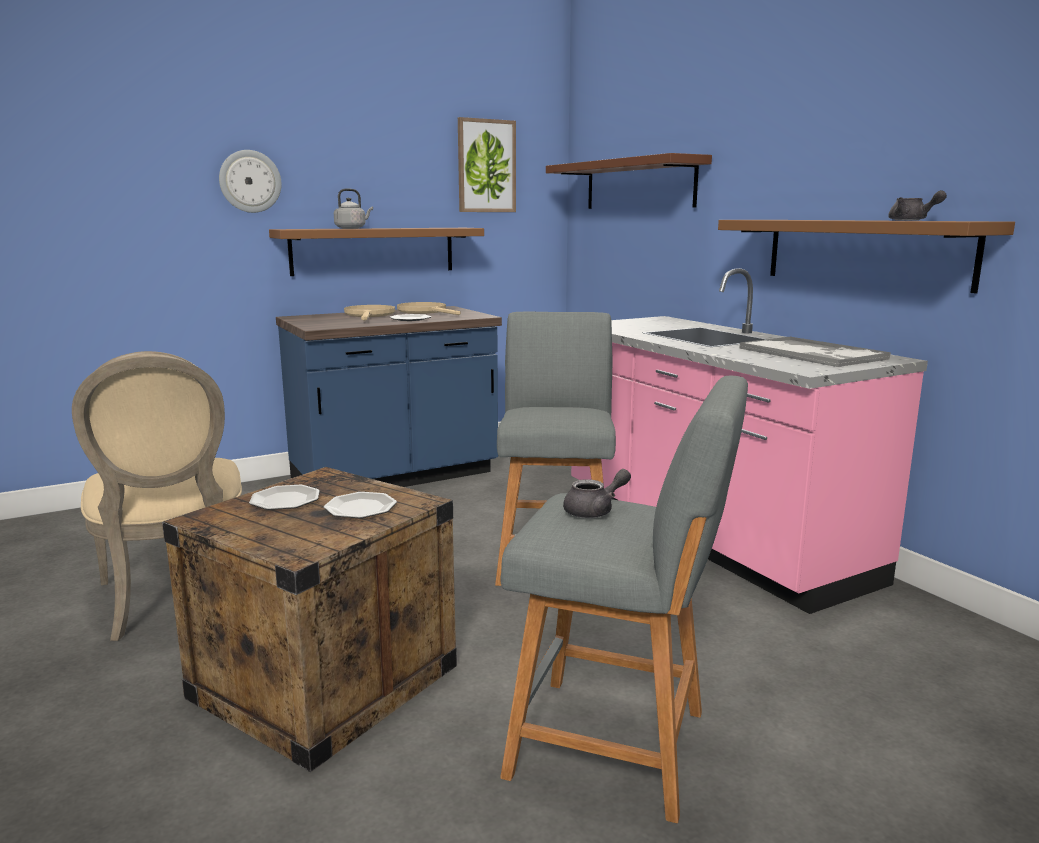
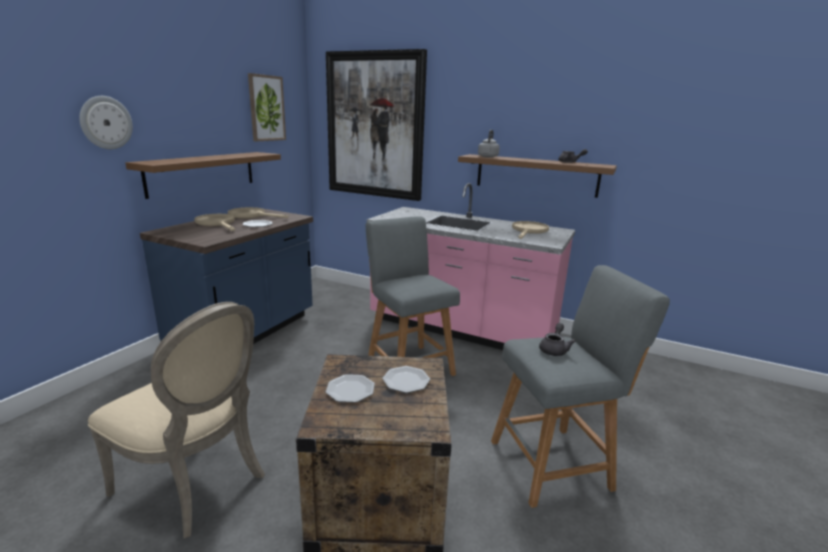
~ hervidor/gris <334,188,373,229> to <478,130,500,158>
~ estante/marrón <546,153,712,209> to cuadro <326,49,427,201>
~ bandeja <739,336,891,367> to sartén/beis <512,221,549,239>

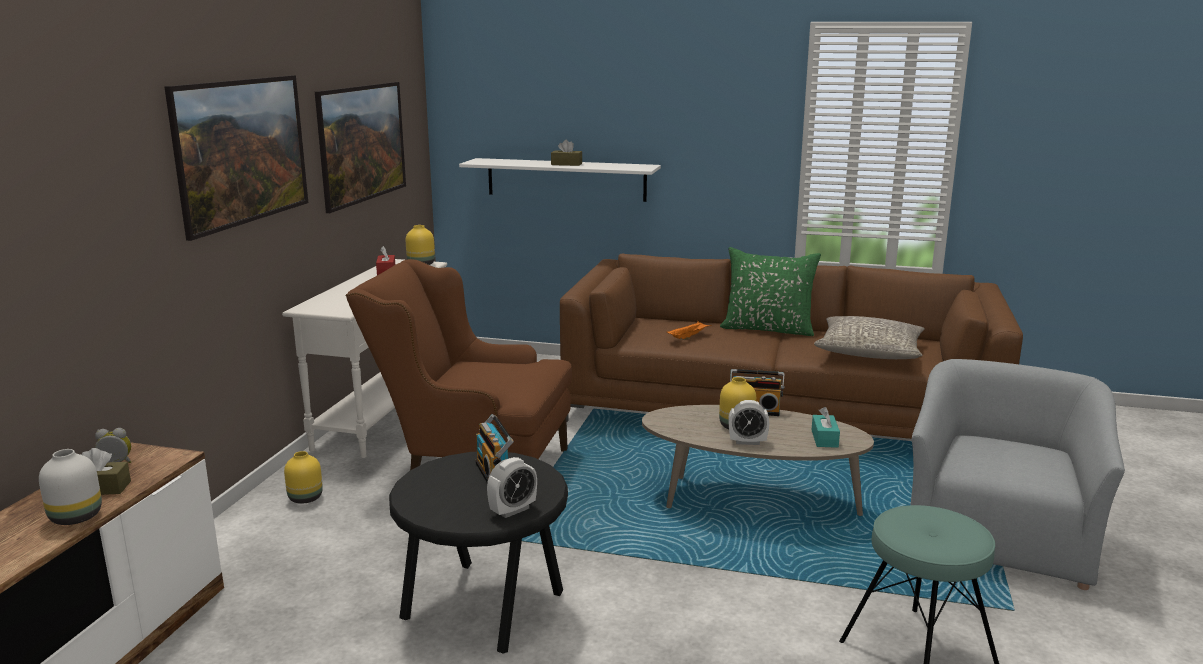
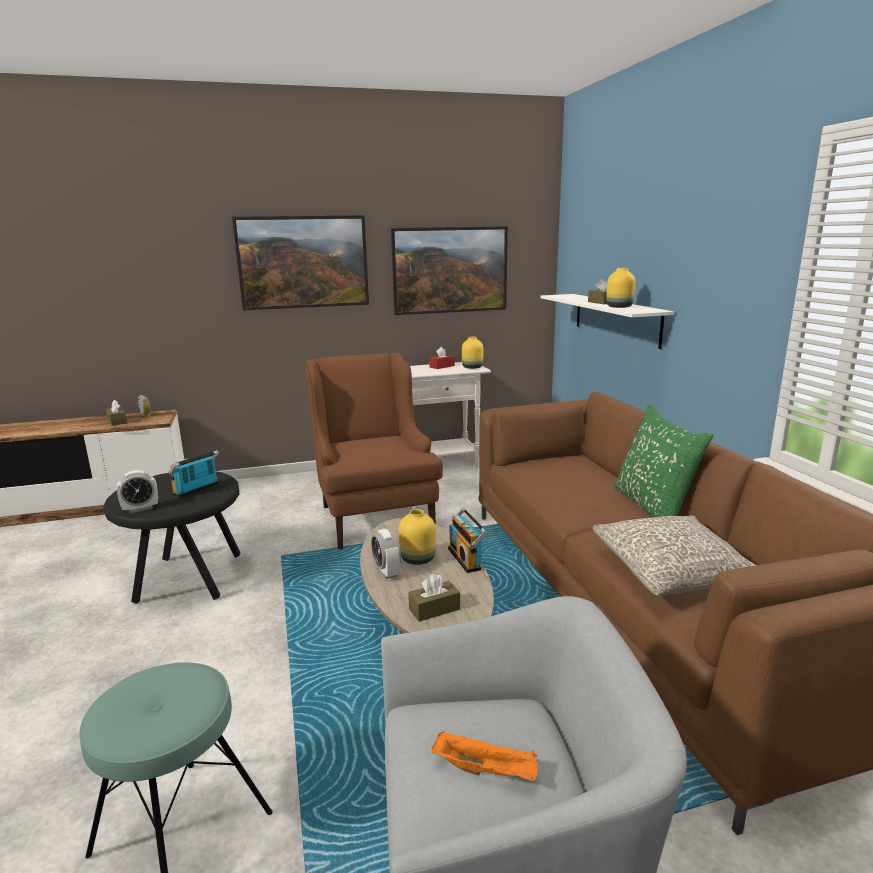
- florero/blanco <39,449,102,525>
~ florero/amarillo <284,451,323,504> to <606,268,635,308>
~ bandeja/naranja <667,321,711,340> to <431,731,538,782>
~ caja de pañuelos/turquesa <812,407,840,448> to caja de pañuelos/marrón <408,573,460,622>
~ despertador <487,457,537,518> = <117,470,158,513> 45 degrees counterclockwise

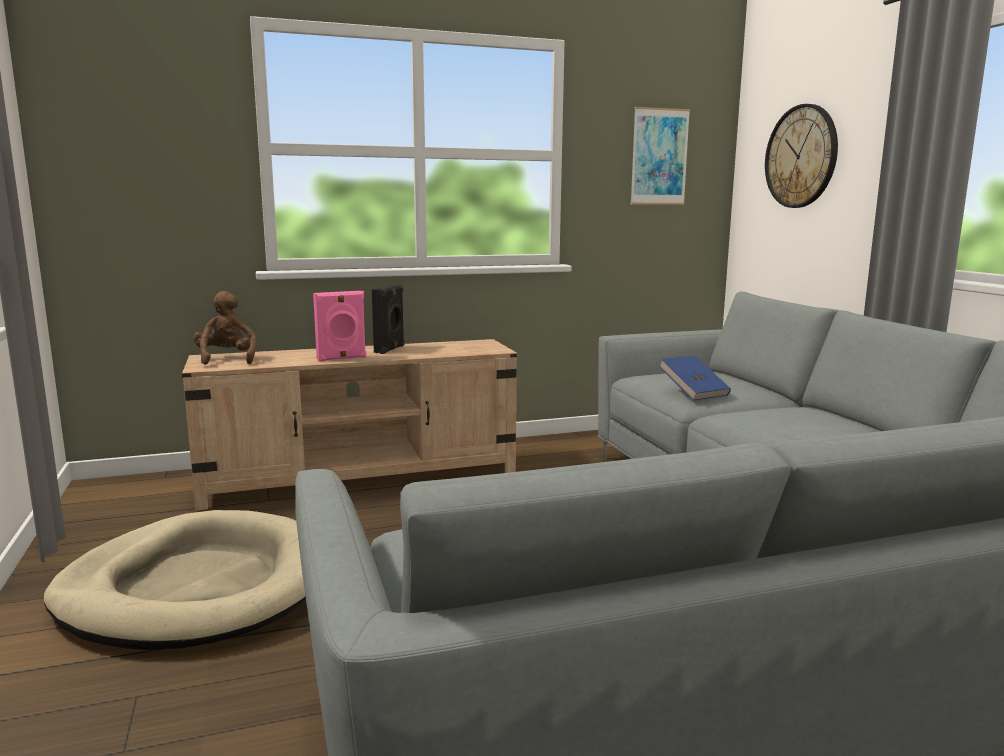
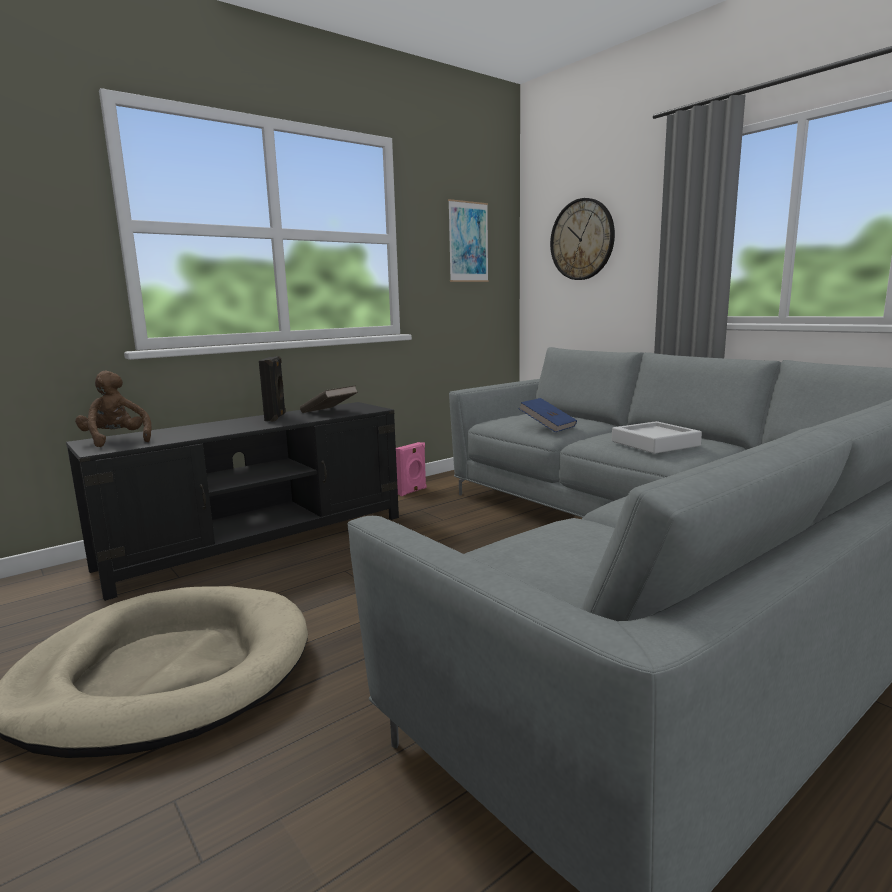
+ libro/marrón <300,385,358,413>
+ bandeja/gris <612,421,702,454>
~ altavoz/rosa <313,291,366,362> to <396,442,426,496>
~ mueble de televisión/beis <182,339,517,510> to mueble de televisión/negro <66,402,399,601>

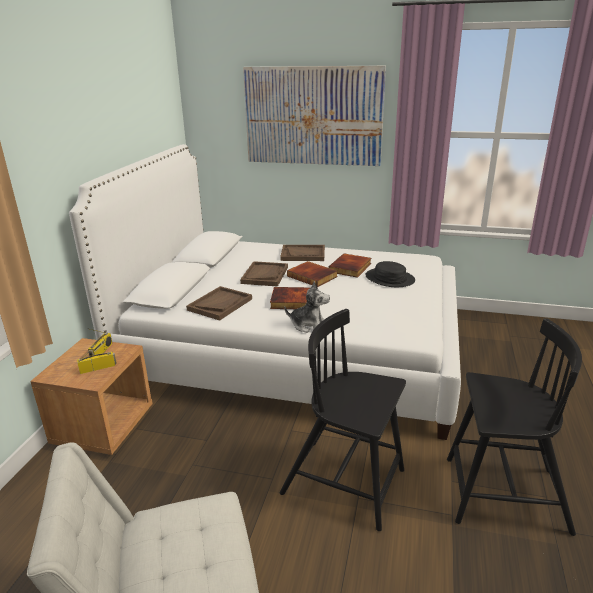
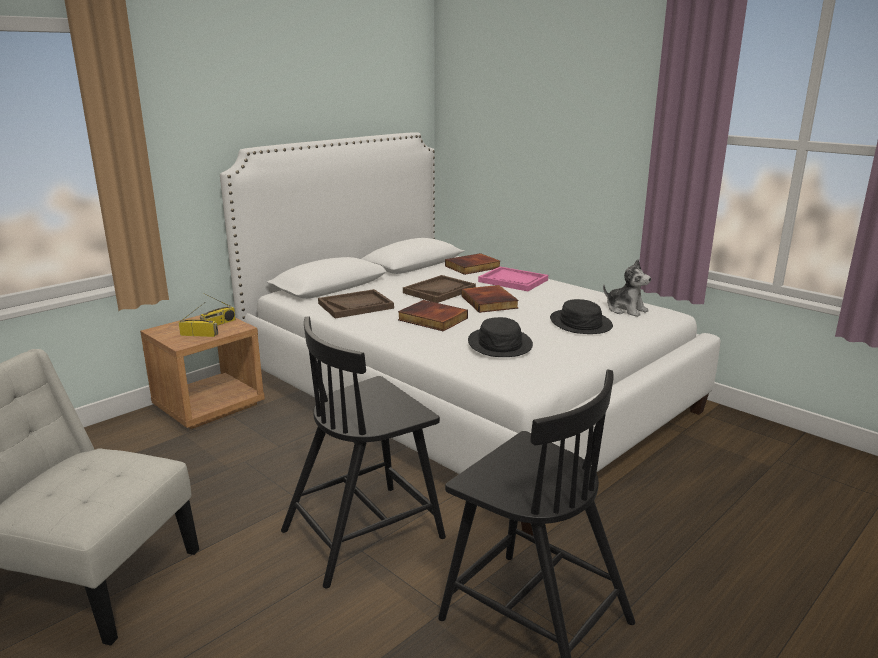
- cuadro <243,66,386,166>
+ sombrero/negro <468,317,533,357>
~ peluche <284,281,330,333> to <603,259,651,317>
~ libro <329,253,371,278> to <445,253,500,275>
~ bandeja/marrón <280,245,325,261> to bandeja/rosa <478,267,548,291>
~ silla/negro <280,309,406,531> = <281,316,446,589> 90 degrees counterclockwise

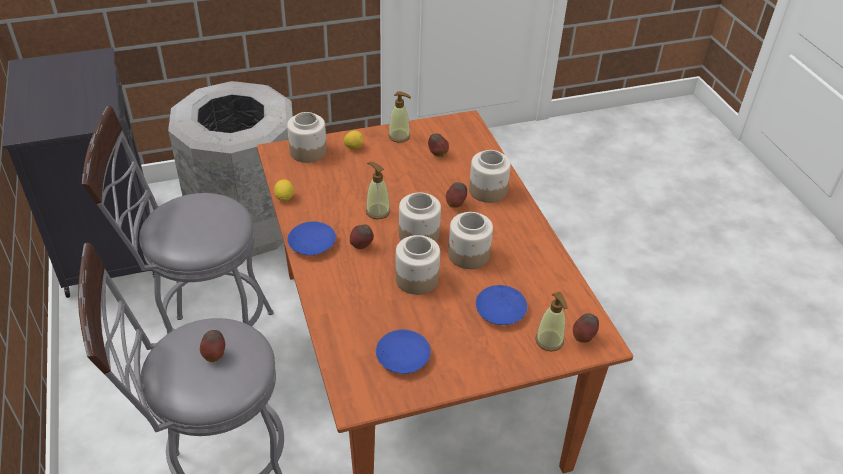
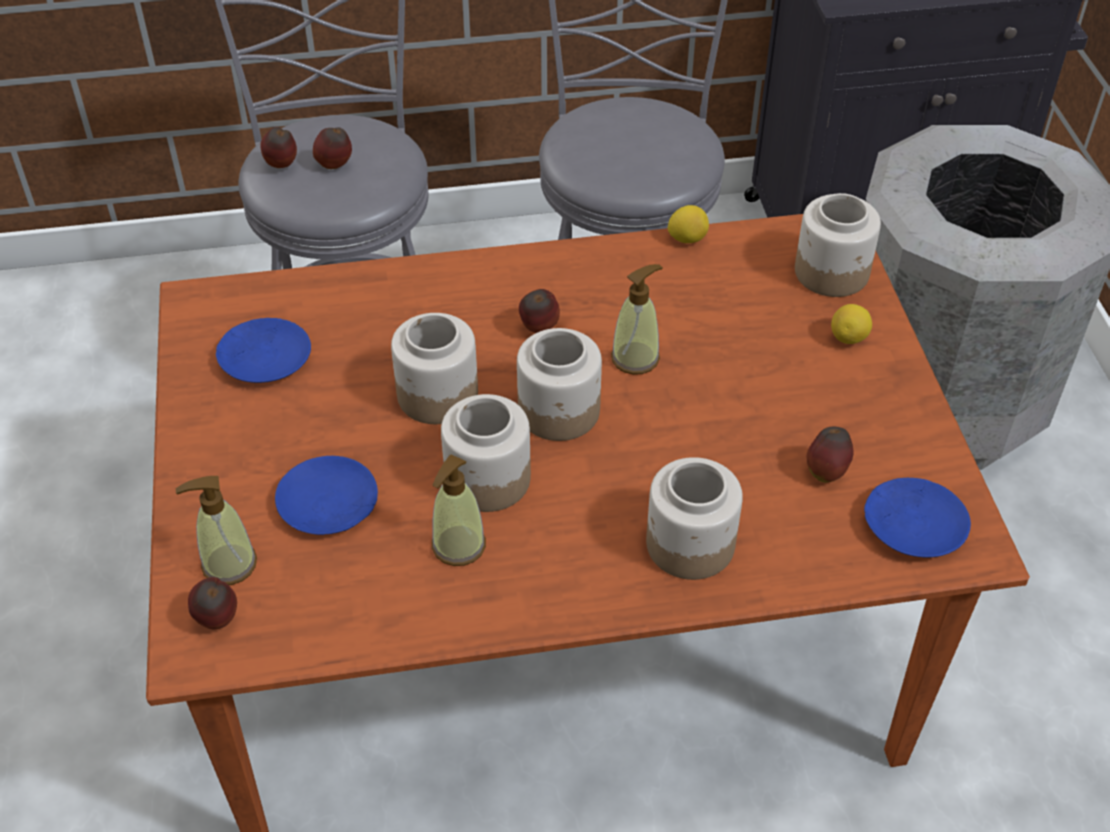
~ plato/azul <288,221,336,255> to <864,478,971,557>
~ dispensador de jabón <388,91,411,143> to <432,454,486,566>
~ manzana <446,182,467,208> to <260,127,297,168>

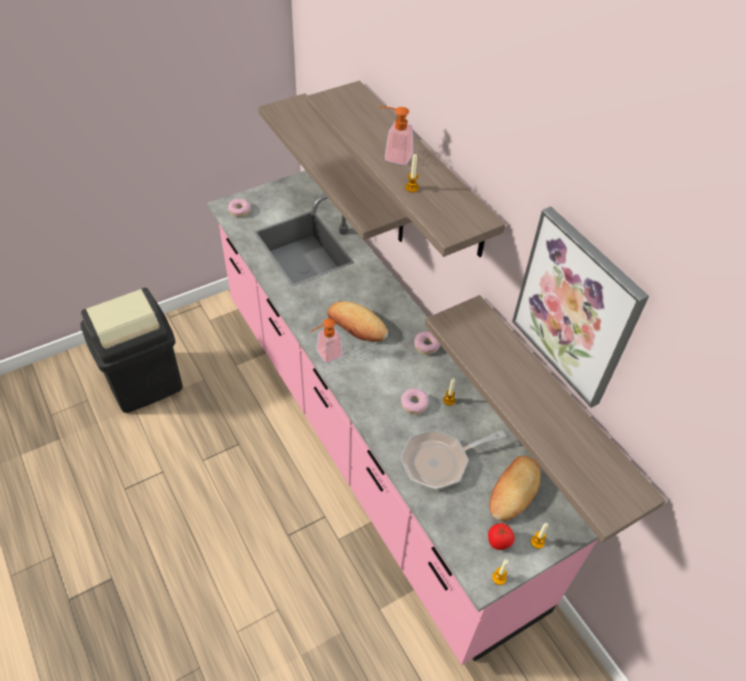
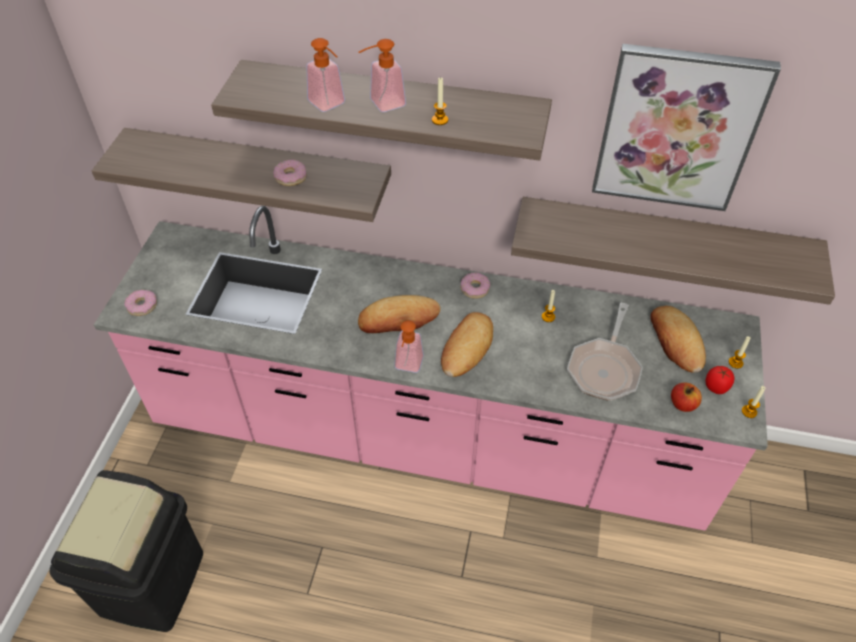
+ dispensador de jabón <306,38,345,112>
+ pan <441,312,493,377>
+ manzana <671,382,702,412>
~ rosquilla <401,388,429,414> to <274,159,307,186>

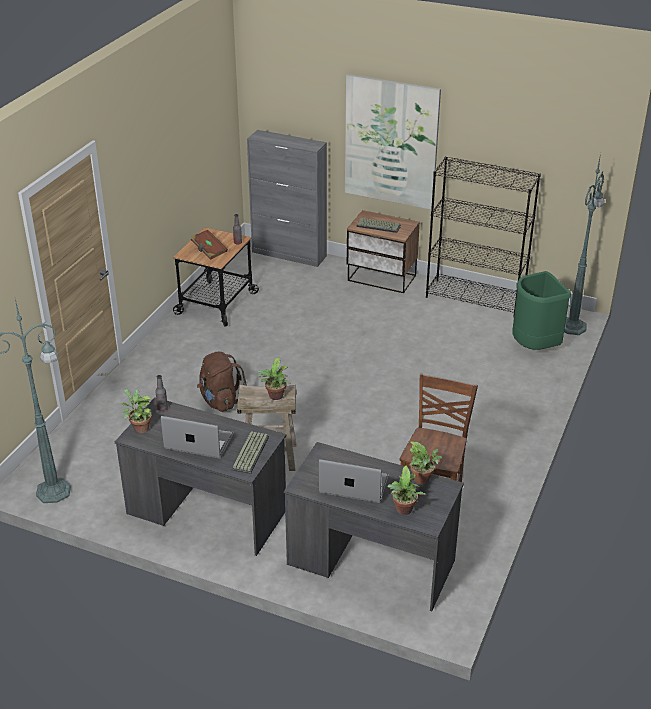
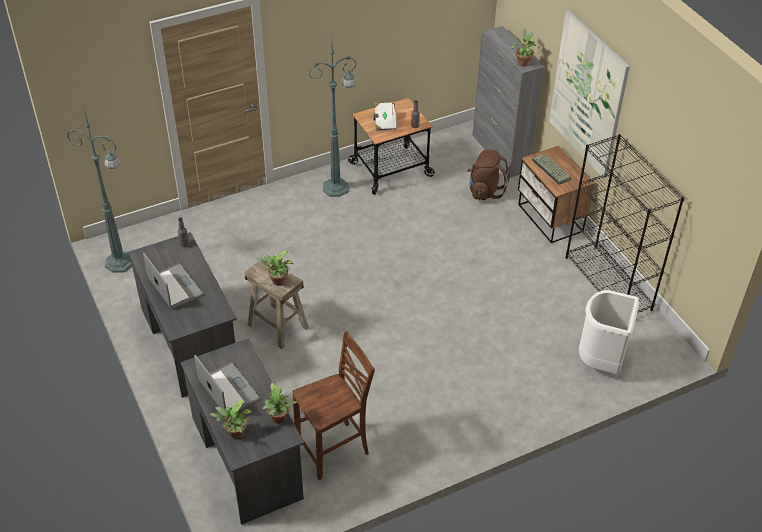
- teclado <231,431,269,474>
~ planta en maceta <121,388,152,433> to <511,29,536,67>
~ mochila/marrón <197,352,247,412> to <467,149,510,200>
~ lámpara de pie/verde <564,153,604,335> to <308,44,357,197>
~ libro/marrón <191,230,228,260> to libro/blanco <373,102,397,131>
~ papelera/verde <512,271,571,350> to papelera/blanco <579,290,639,374>

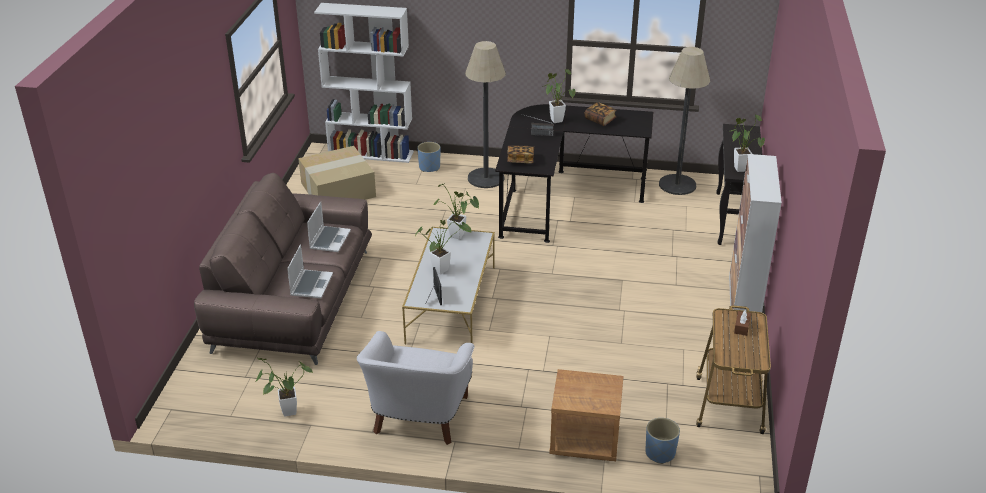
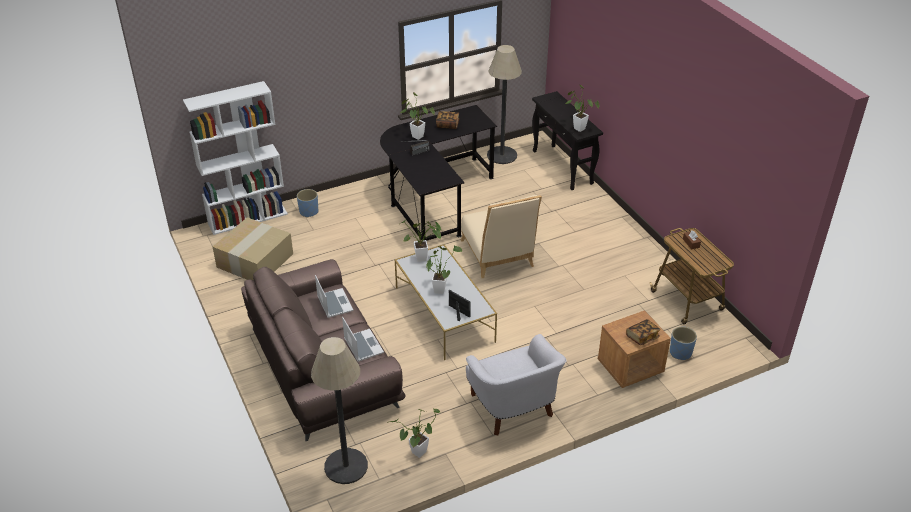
- armario <729,154,782,327>
+ silla/beis <461,195,542,278>
~ lámpara de pie <465,41,506,188> to <311,337,368,484>
~ libro <507,145,534,163> to <626,319,661,345>

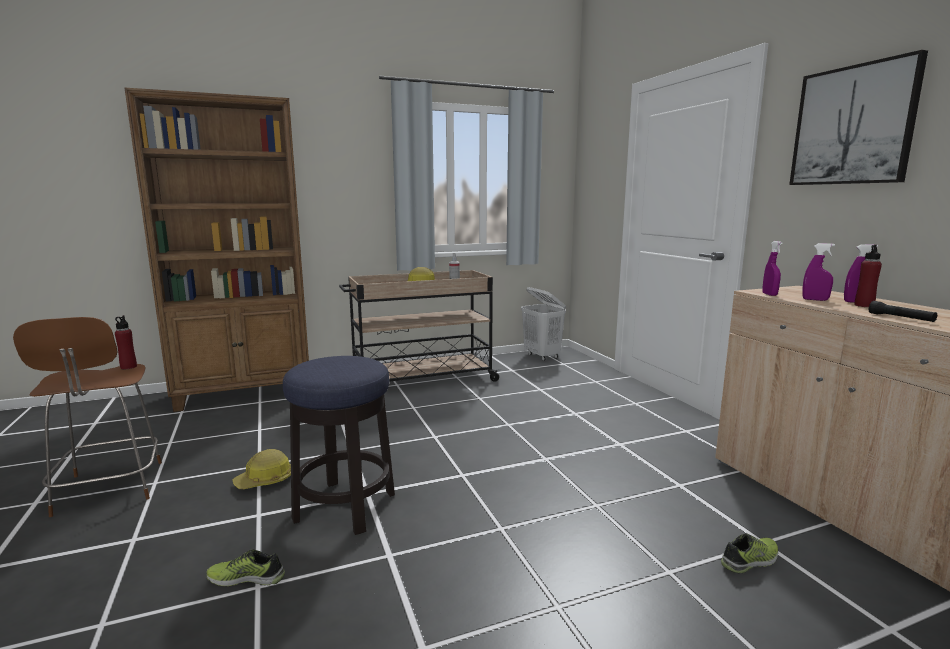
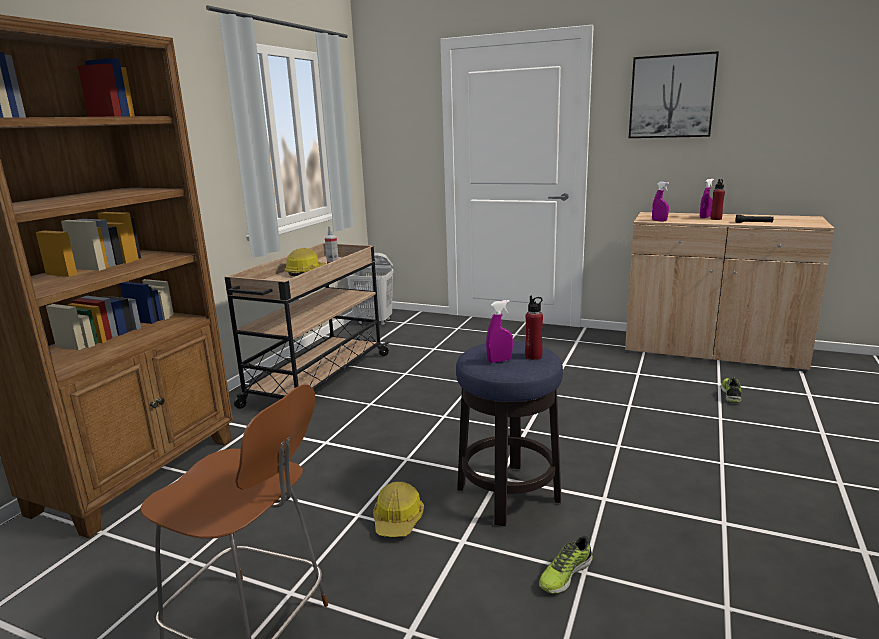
~ botella/rojo <115,315,137,369> to <525,296,543,360>
~ pulverizador/morado <802,243,835,301> to <486,300,513,363>

